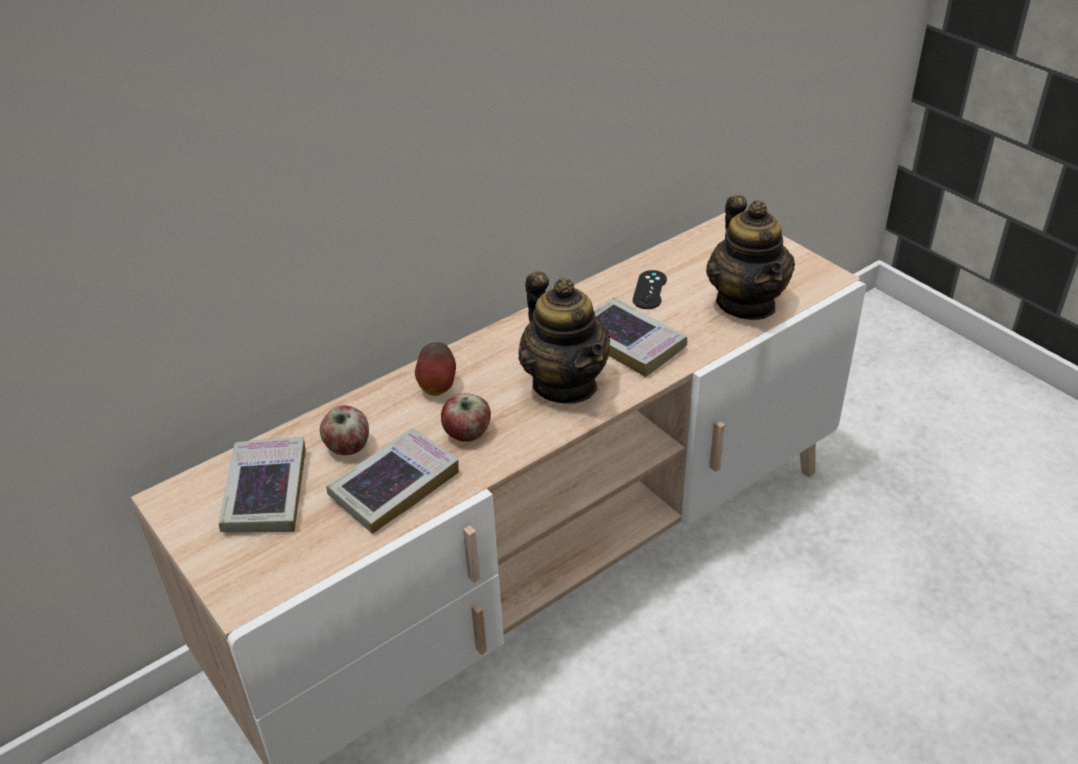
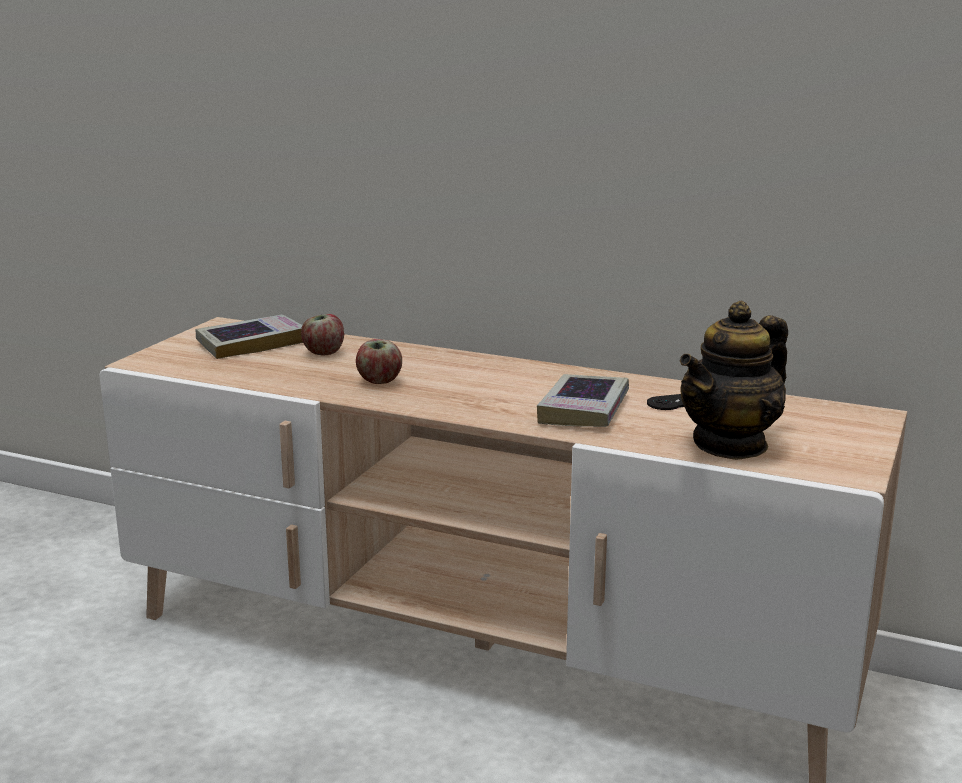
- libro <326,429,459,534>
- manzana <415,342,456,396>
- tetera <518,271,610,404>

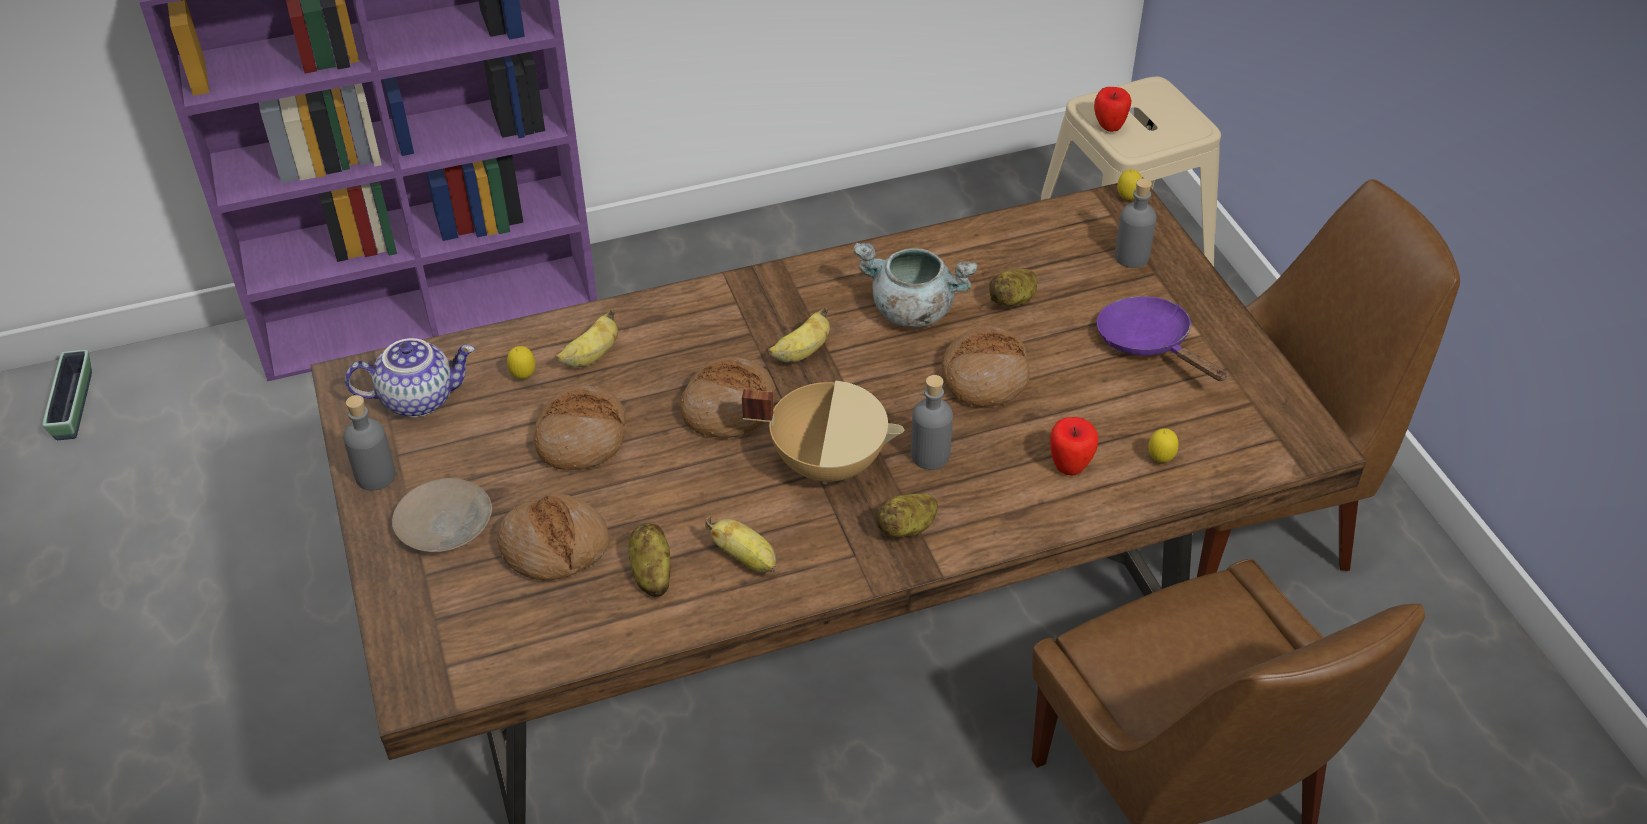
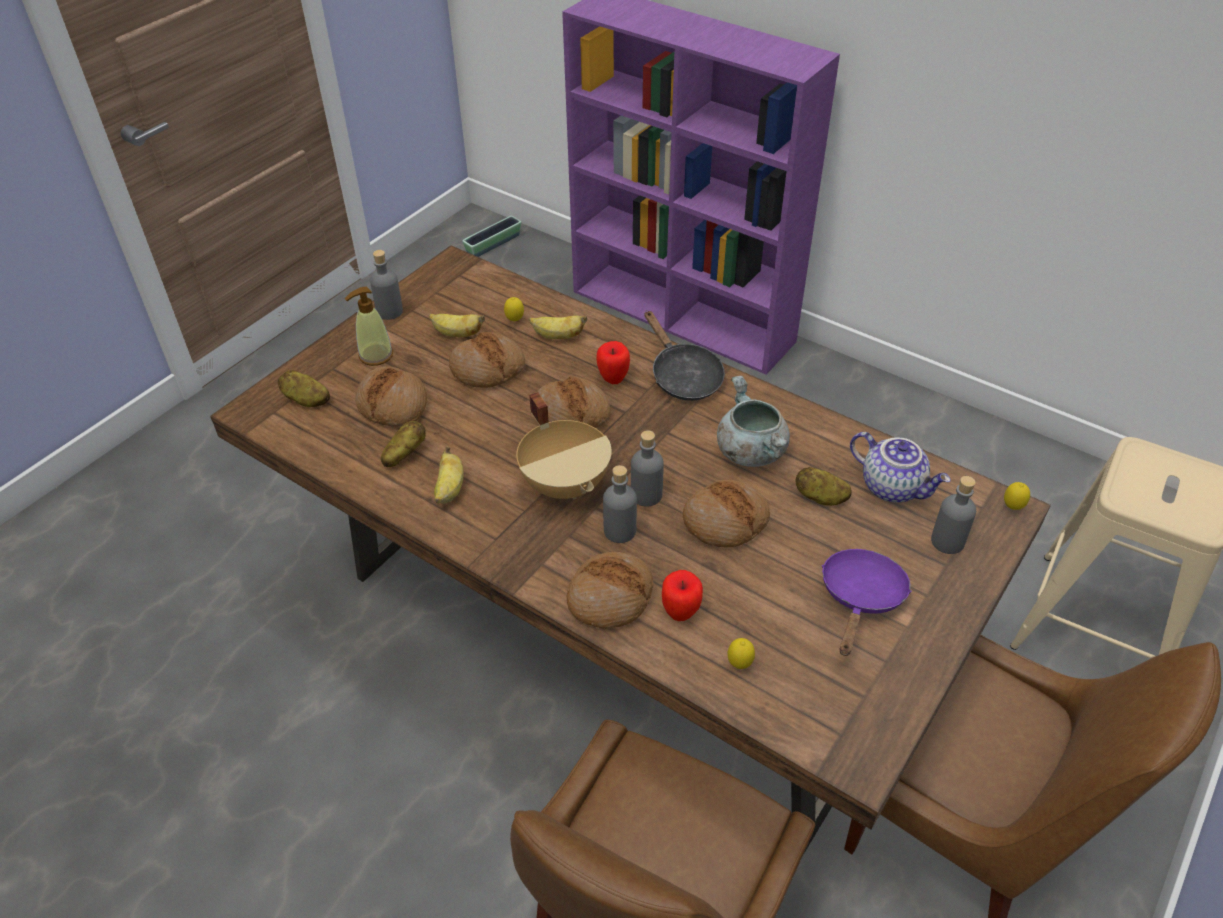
+ pan <567,552,654,629>
+ botella/gris <631,430,664,507>
+ sartén/negro <644,311,725,401>
~ tetera <345,338,475,417> to <850,432,951,502>
~ plátano <768,307,830,363> to <429,314,485,337>
~ patata <875,494,938,538> to <278,370,330,407>
~ manzana <1094,87,1131,132> to <596,341,630,384>
~ plato/beis <392,478,492,552> to dispensador de jabón <345,287,393,366>

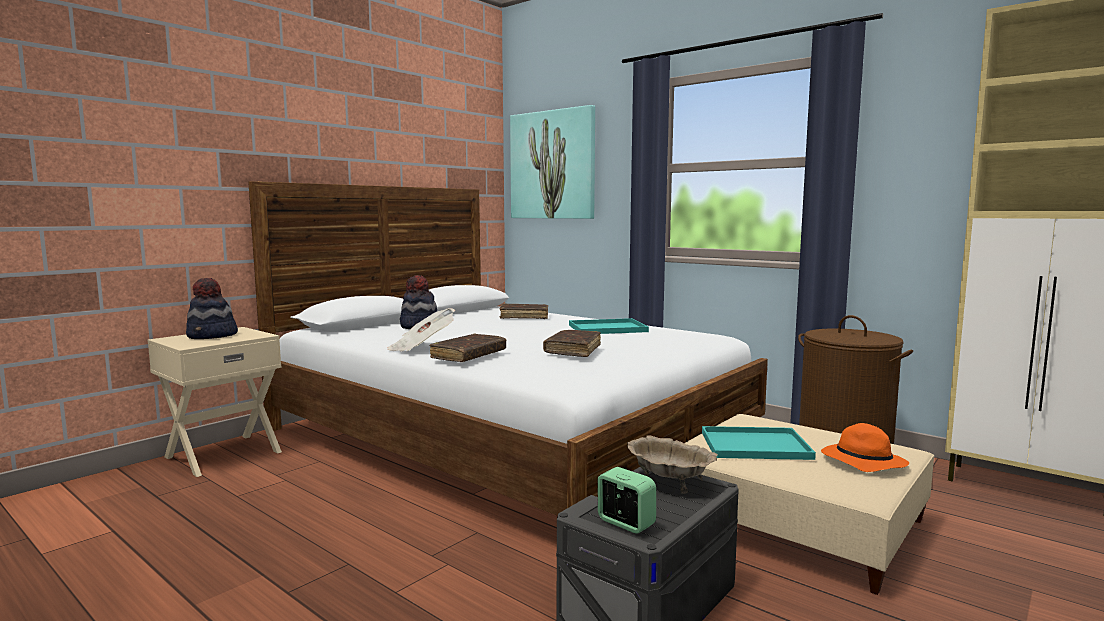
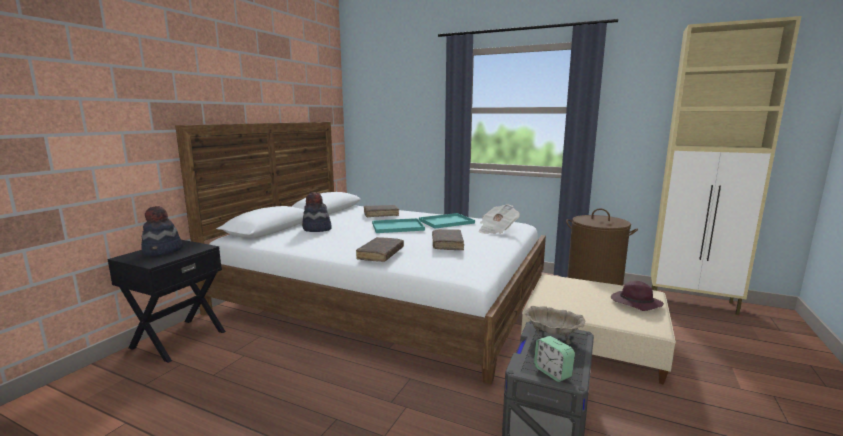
- cuadro <510,105,595,219>
~ periódico <387,308,456,352> to <479,204,520,234>
~ bandeja/turquesa <702,426,816,460> to <372,218,425,233>
~ mesita de noche/beis <147,327,282,477> to mesita de noche/negro <107,240,226,363>
~ sombrero/naranja <821,423,909,472> to sombrero/morado <611,281,664,311>
~ despertador <597,467,656,534> = <534,336,575,382> 150 degrees counterclockwise

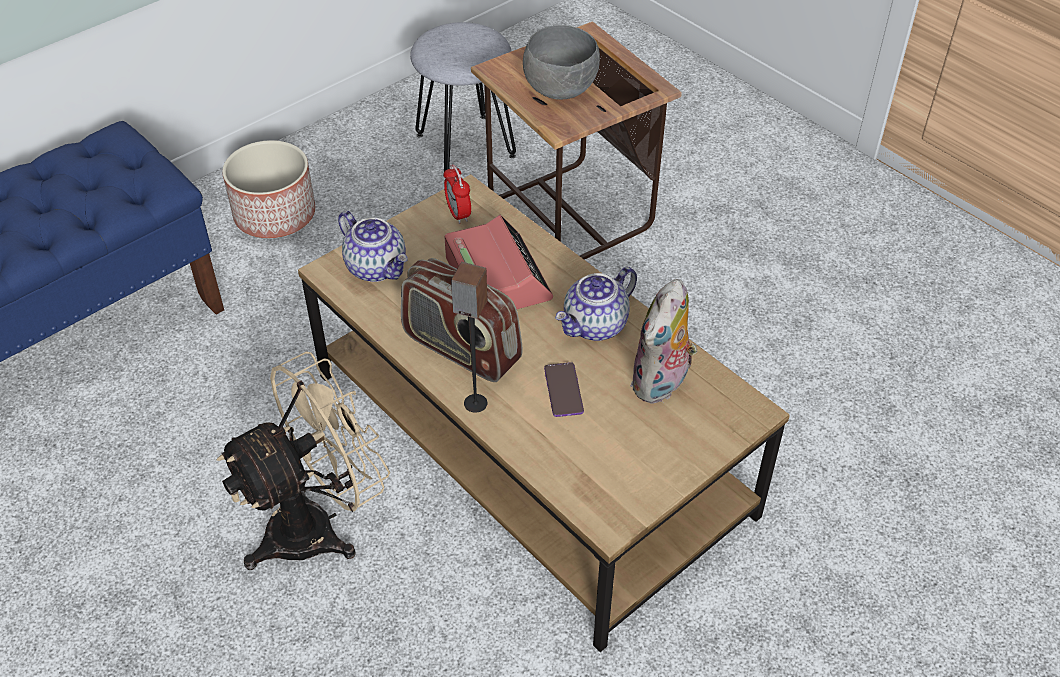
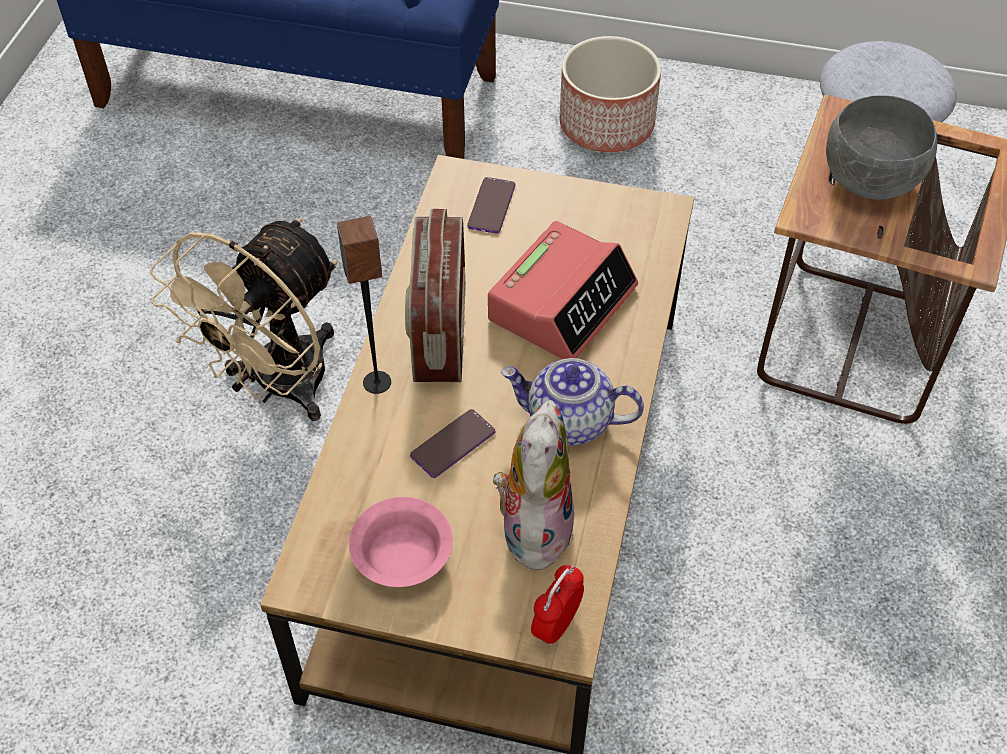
+ cuenco/rosa <349,497,453,587>
~ despertador <443,164,471,224> to <531,565,584,646>
~ tetera <338,211,408,282> to móvil <467,177,516,234>
~ ventilador/beis <217,351,390,570> = <150,218,337,421> 105 degrees clockwise
~ peluche <630,279,697,404> = <493,400,574,571> 105 degrees clockwise

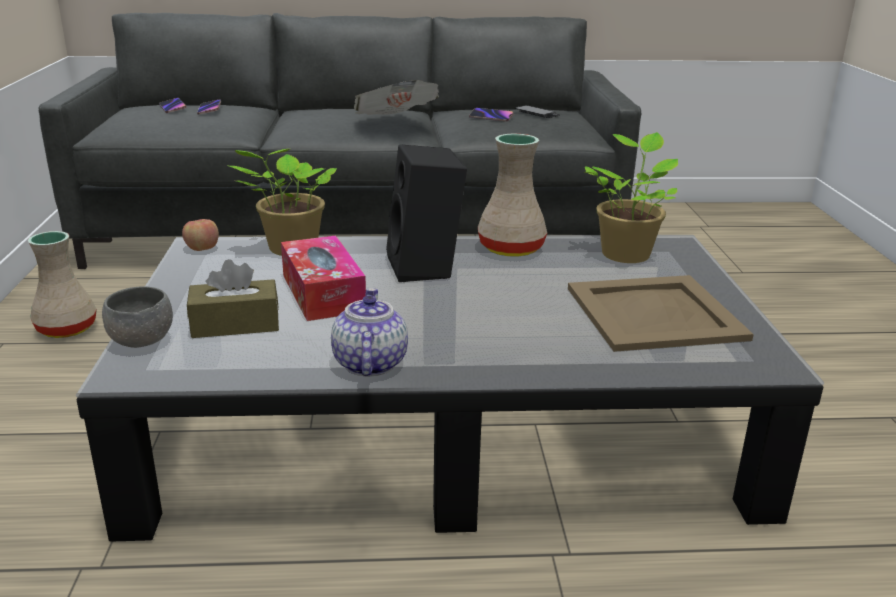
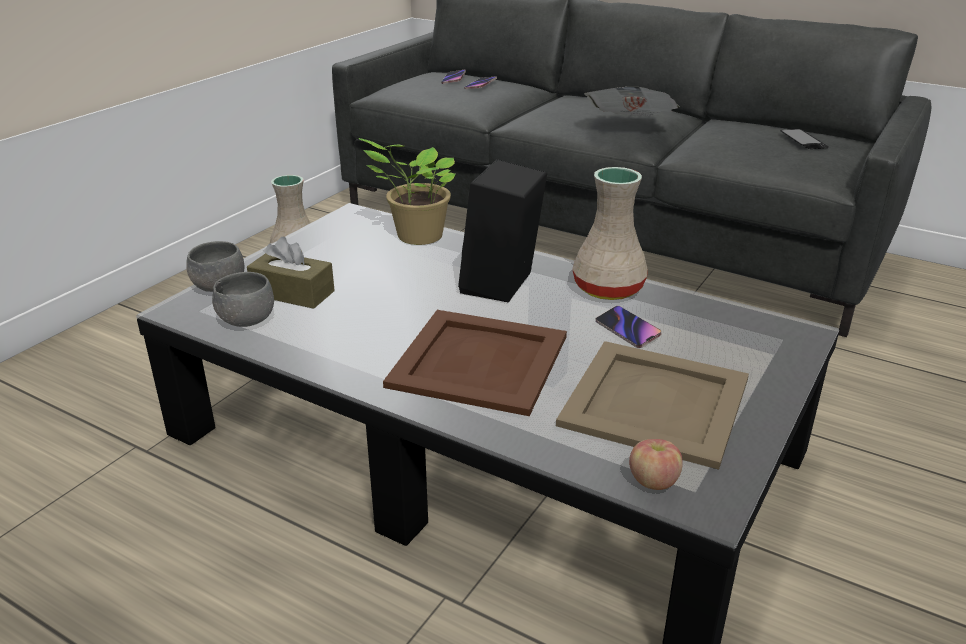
- caja de pañuelos <281,236,366,321>
- tetera <331,288,408,376>
- planta en maceta <585,132,678,263>
+ cuenco/gris <212,272,274,327>
+ bandeja/marrón <383,310,567,416>
~ manzana <182,219,219,251> to <629,439,683,490>
~ móvil <469,108,514,121> to <596,306,661,348>

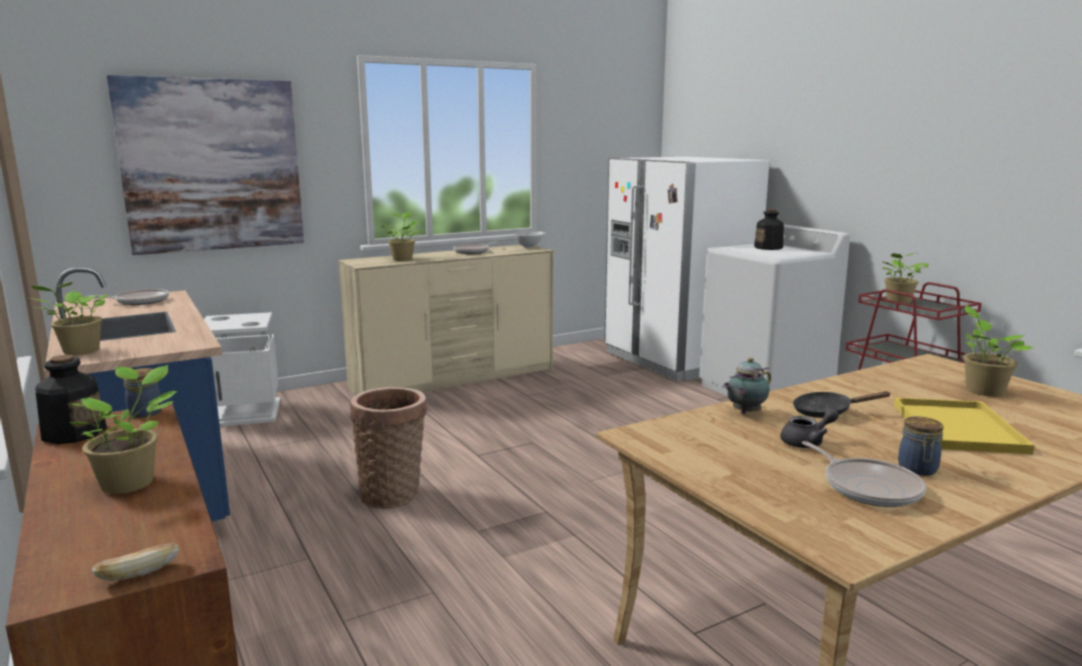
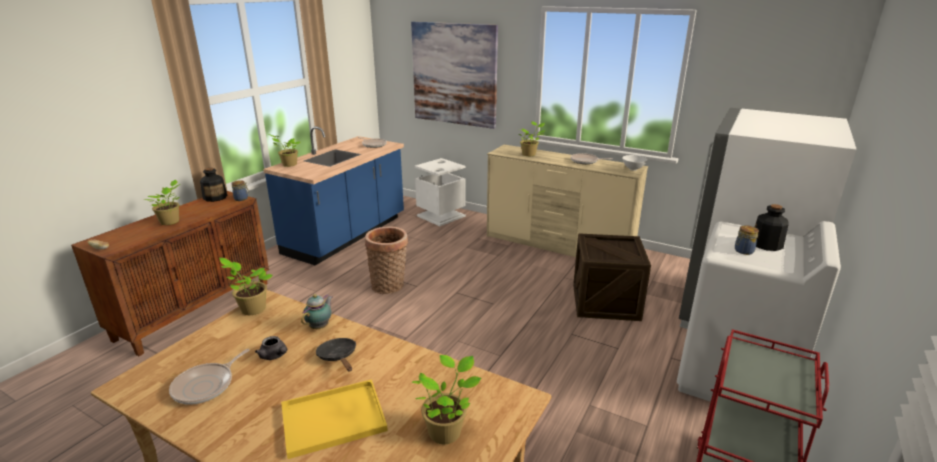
+ caja de embalaje <573,233,651,321>
~ planta en maceta <882,253,929,304> to <219,258,273,315>
~ tarro <898,416,944,476> to <735,225,759,255>
~ tetera <723,357,771,414> = <301,294,332,329> 90 degrees clockwise

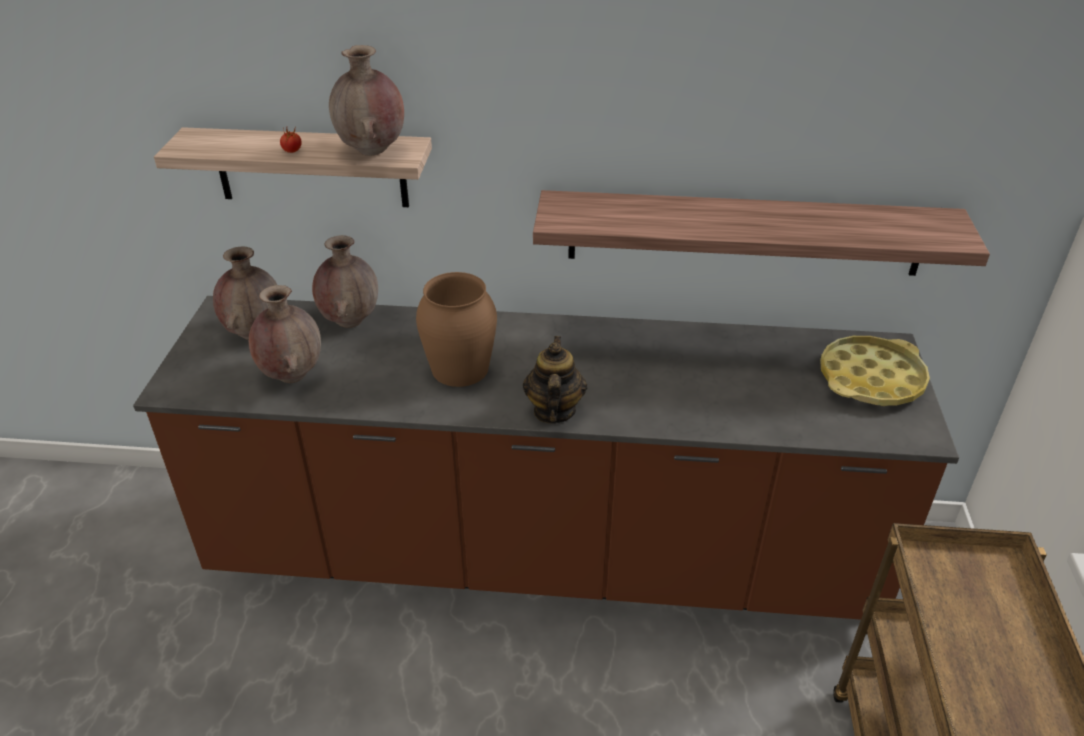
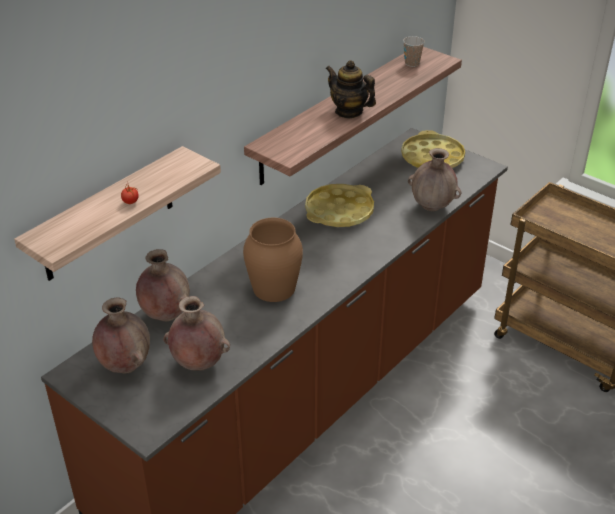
+ bandeja/amarillo <305,184,374,227>
+ taza <403,36,425,67>
~ florero/marrón <329,45,404,156> to <408,148,461,211>
~ tetera <523,336,587,424> to <326,60,376,118>

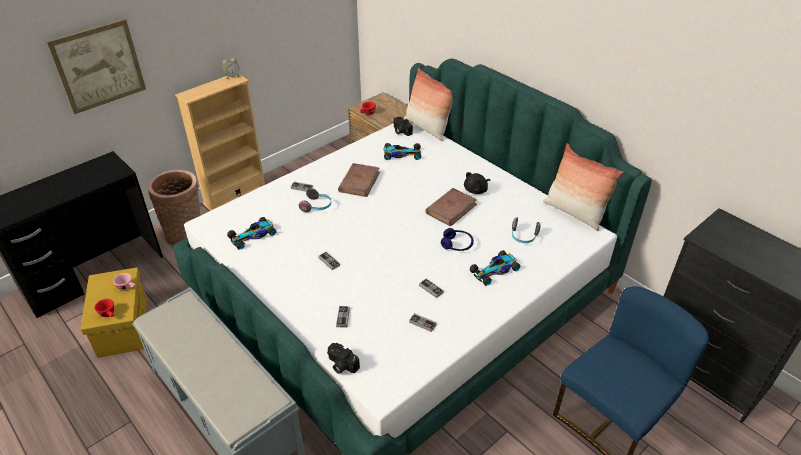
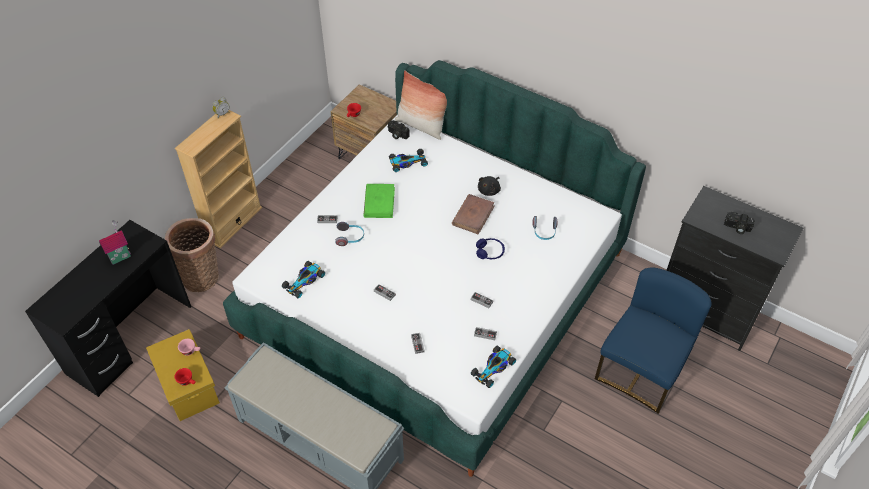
- cuadro <46,19,146,114>
- cojín <543,143,624,231>
+ casita <99,220,131,265>
~ cámara <327,343,360,374> to <724,212,755,234>
~ coche de juguete <470,250,520,286> to <471,345,516,388>
~ libro/marrón <338,163,380,197> to libro/verde <364,184,395,218>

